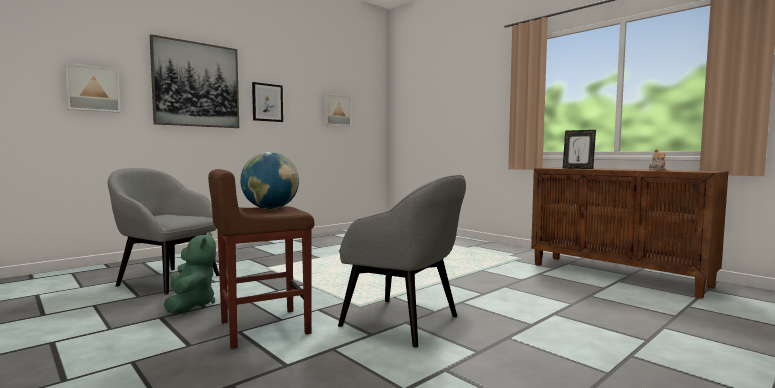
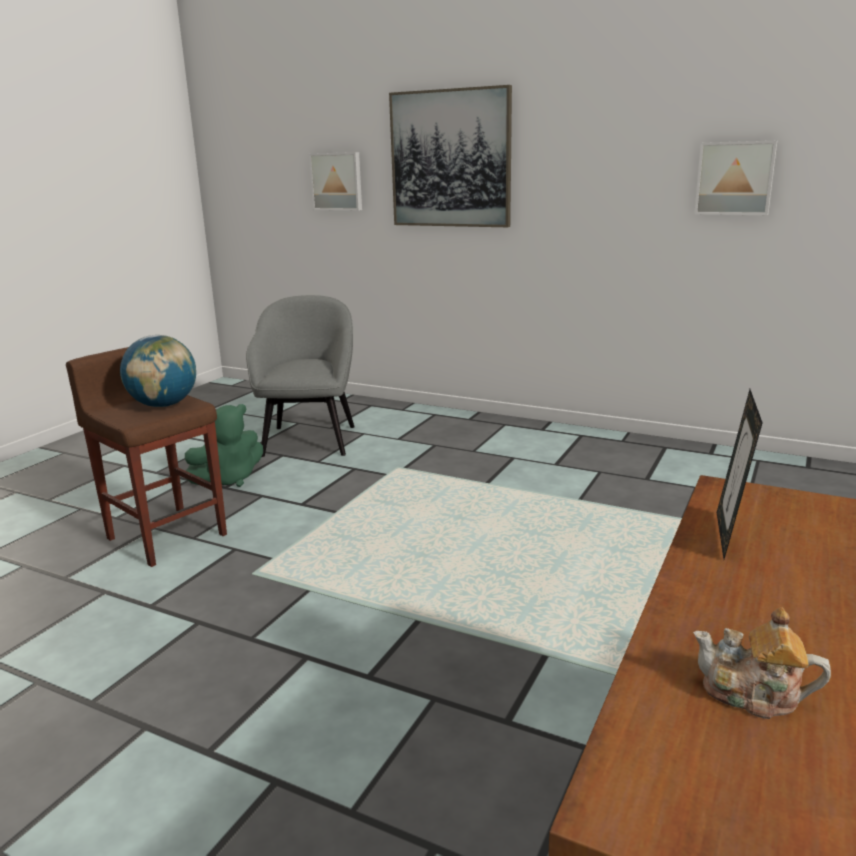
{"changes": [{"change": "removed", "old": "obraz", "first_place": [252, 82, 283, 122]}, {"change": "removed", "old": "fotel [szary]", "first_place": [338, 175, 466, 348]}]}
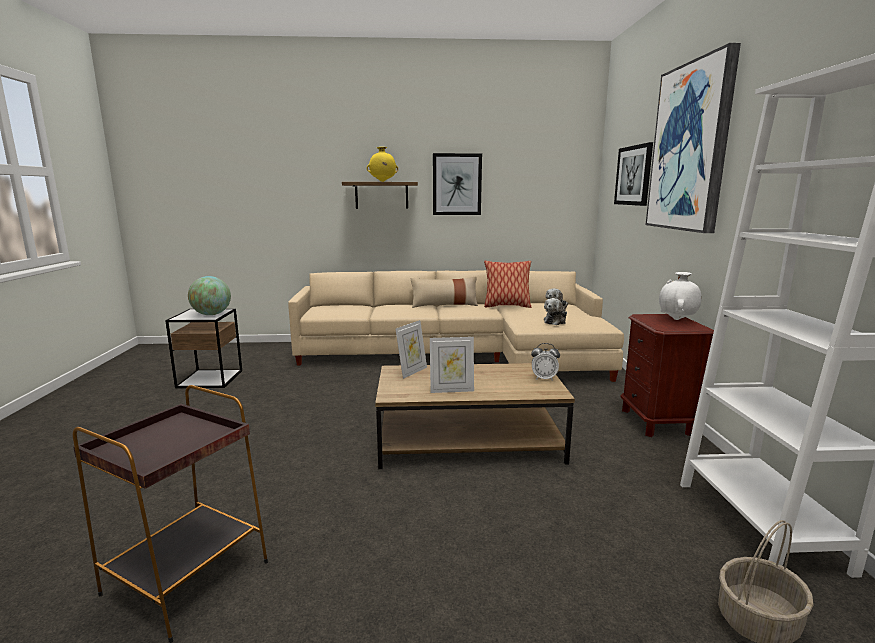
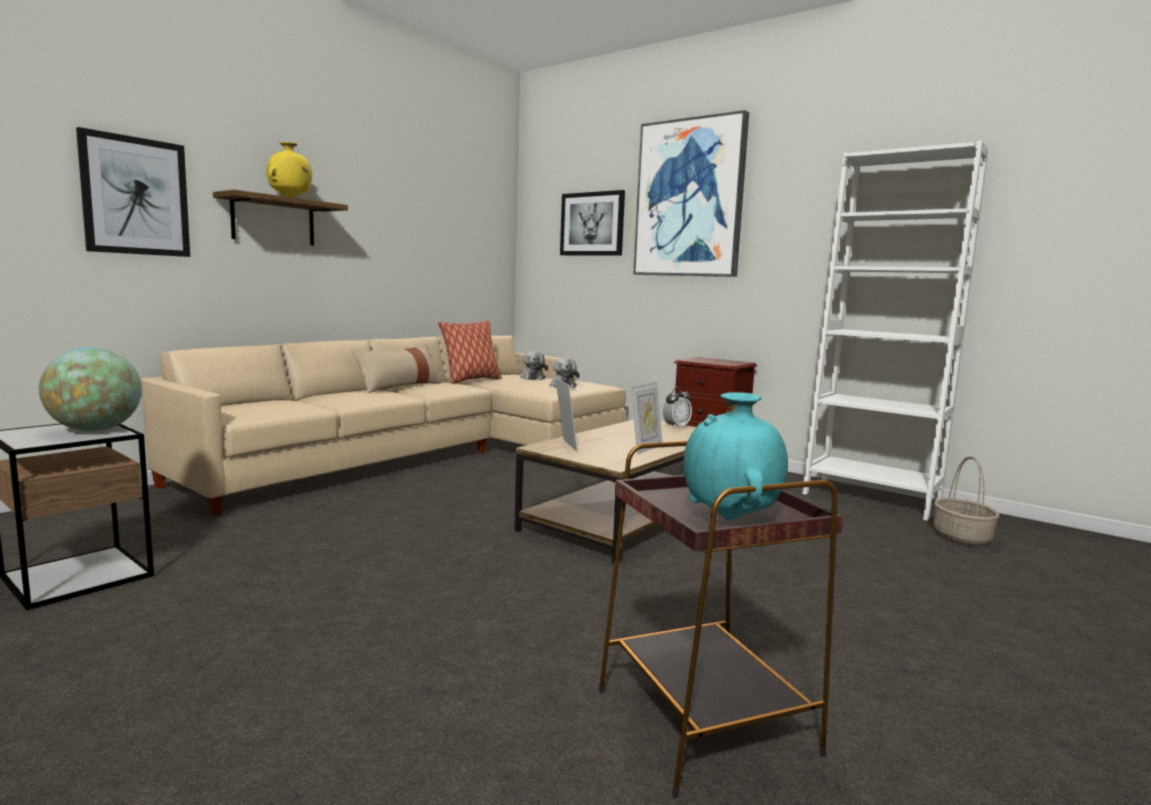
{"changes": [{"change": "removed", "old": "wazon [biały]", "first_place": [659, 272, 702, 320]}, {"change": "added", "new": "wazon [turkusowy]", "second_place": [683, 392, 788, 520]}, {"change": "moved", "old": "obraz", "first_place": [433, 153, 482, 215], "second_place": [76, 127, 190, 257]}]}
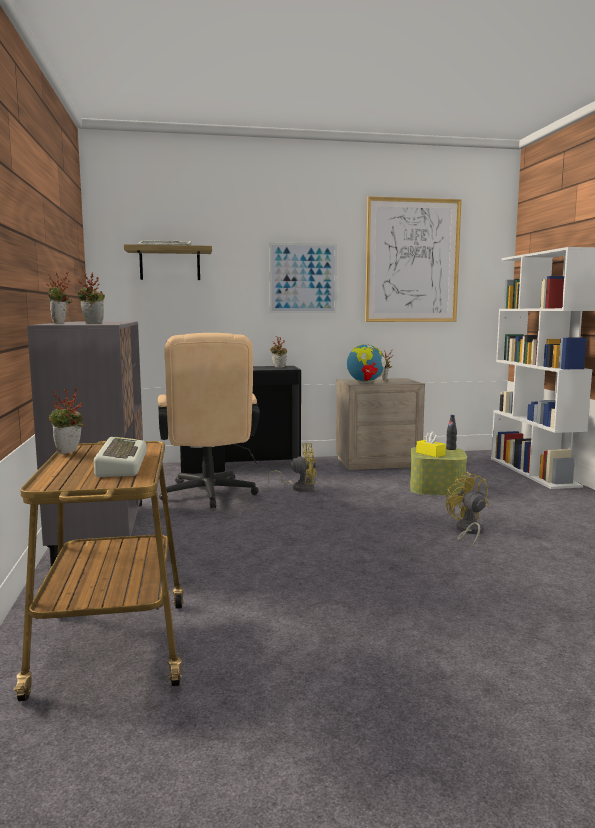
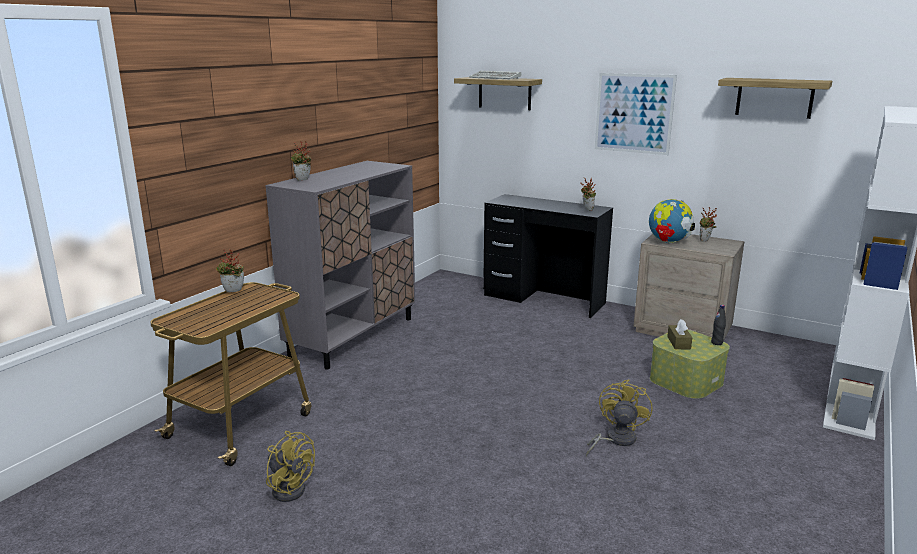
{"changes": [{"change": "removed", "old": "roślina doniczkowa", "first_place": [77, 270, 105, 324]}, {"change": "removed", "old": "klawiatura", "first_place": [94, 437, 147, 477]}, {"change": "removed", "old": "krzesło biurowe [beżowy]", "first_place": [158, 333, 260, 508]}, {"change": "moved", "old": "wentylator [żółty]", "first_place": [267, 443, 317, 492], "second_place": [266, 431, 315, 502]}, {"change": "replaced", "old": "obraz", "new": "półka", "first_place": [365, 196, 462, 322], "second_place": [718, 78, 832, 119]}, {"change": "recoloured", "old": "pudełko chusteczek [żółty]", "new": "pudełko chusteczek [brązowy]", "first_place": [416, 432, 446, 457], "second_place": [667, 319, 692, 350]}]}
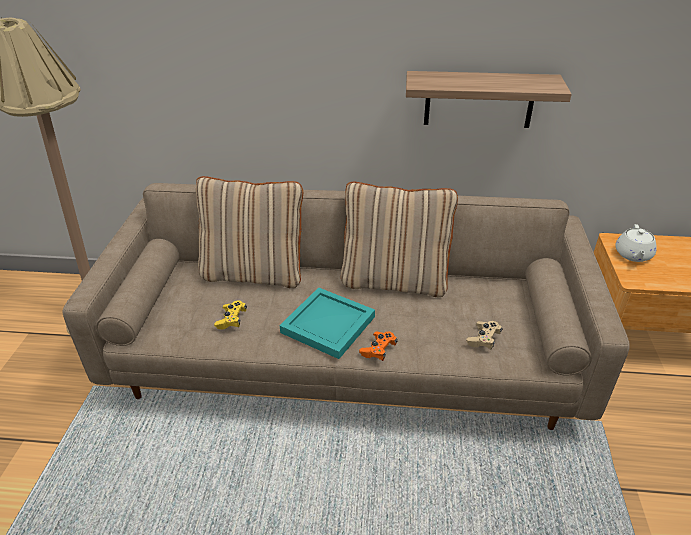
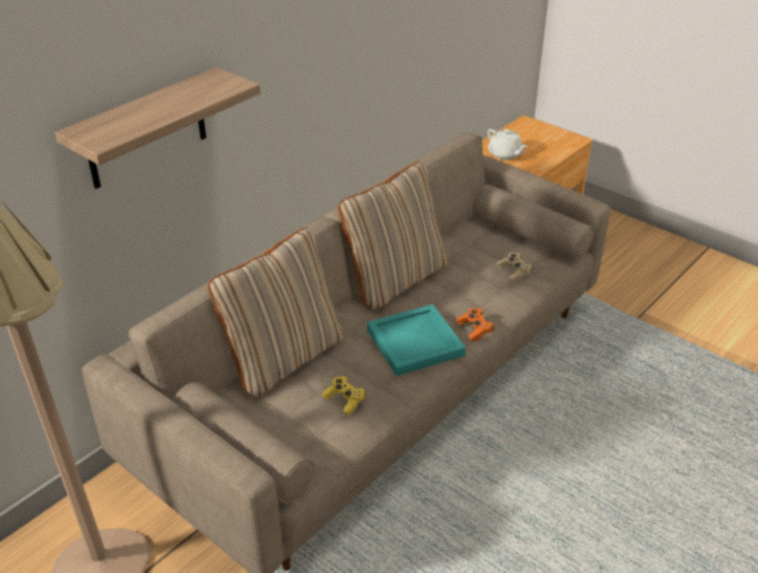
{"changes": [{"change": "moved", "old": "półka", "first_place": [406, 71, 572, 128], "second_place": [55, 67, 260, 189]}]}
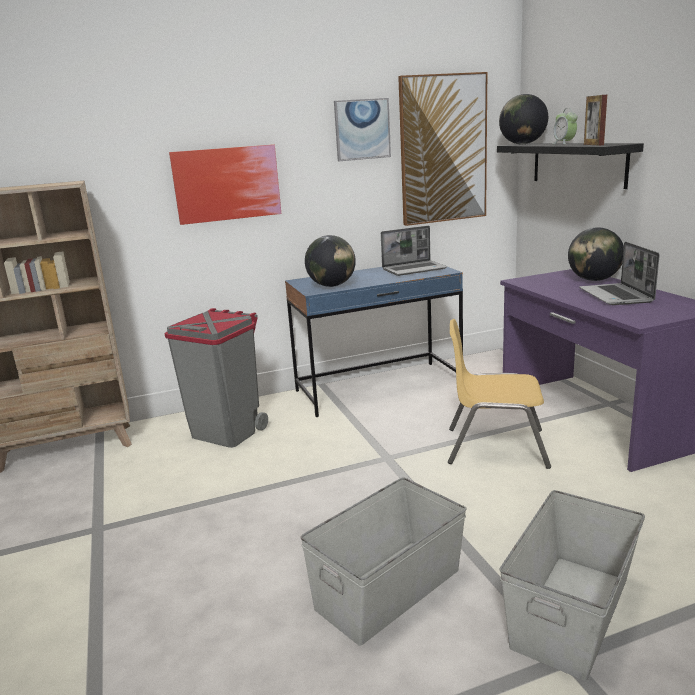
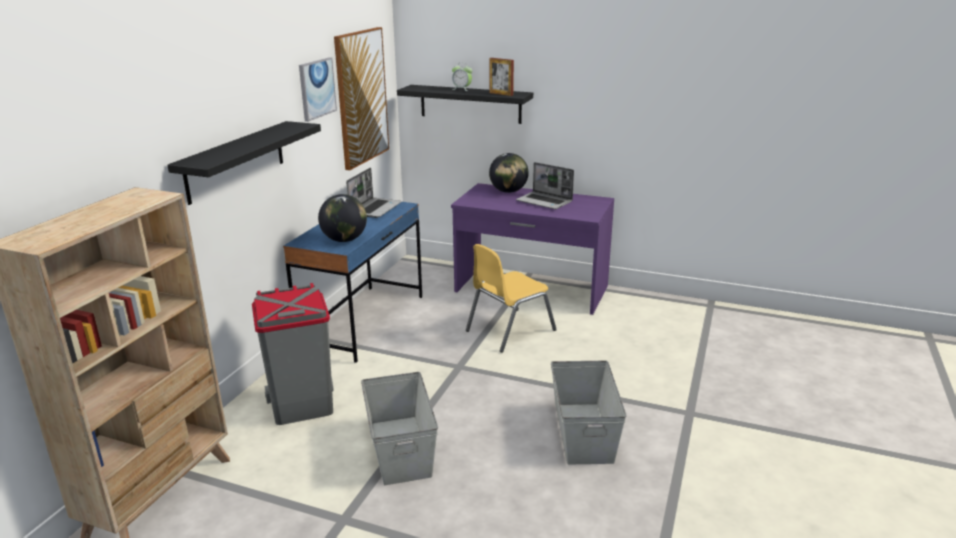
{"changes": [{"change": "removed", "old": "globus", "first_place": [499, 94, 548, 144]}, {"change": "moved", "old": "pojemnik do przechowywania [szary]", "first_place": [500, 490, 645, 681], "second_place": [361, 372, 438, 485]}, {"change": "replaced", "old": "obraz", "new": "półka [czarny]", "first_place": [169, 144, 281, 225], "second_place": [167, 121, 321, 205]}]}
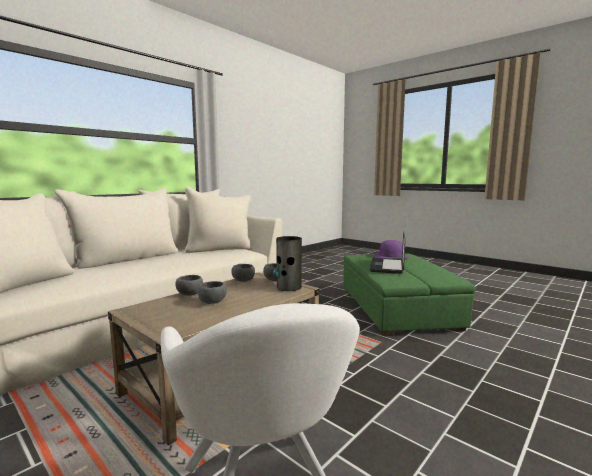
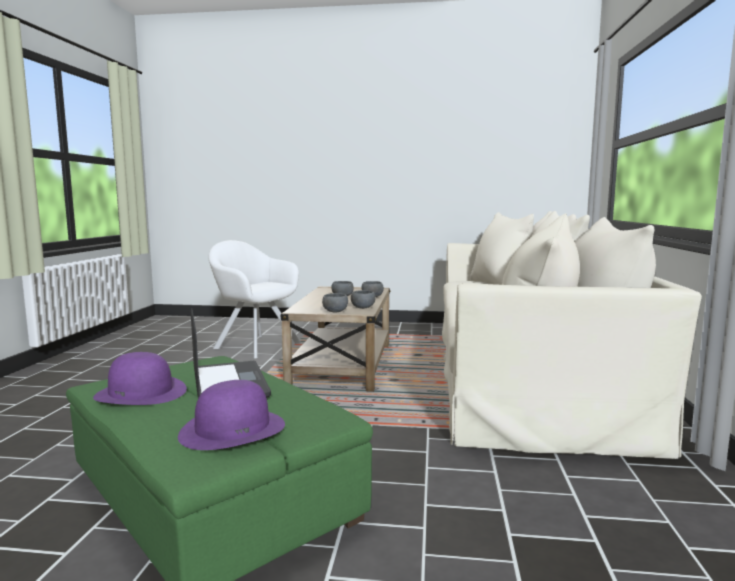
{"changes": [{"change": "removed", "old": "wazon", "first_place": [273, 236, 302, 291]}, {"change": "added", "new": "kapelusz [fioletowy]", "second_place": [93, 352, 187, 405]}]}
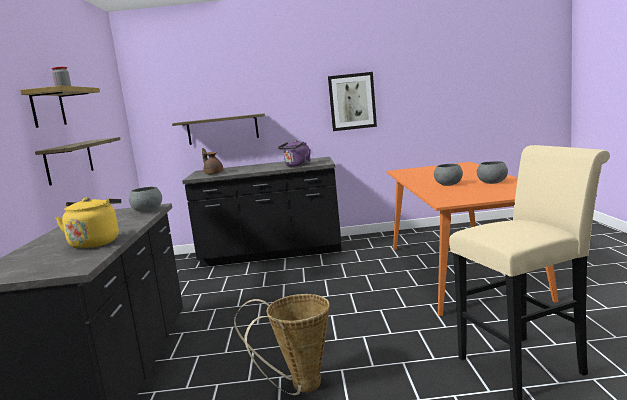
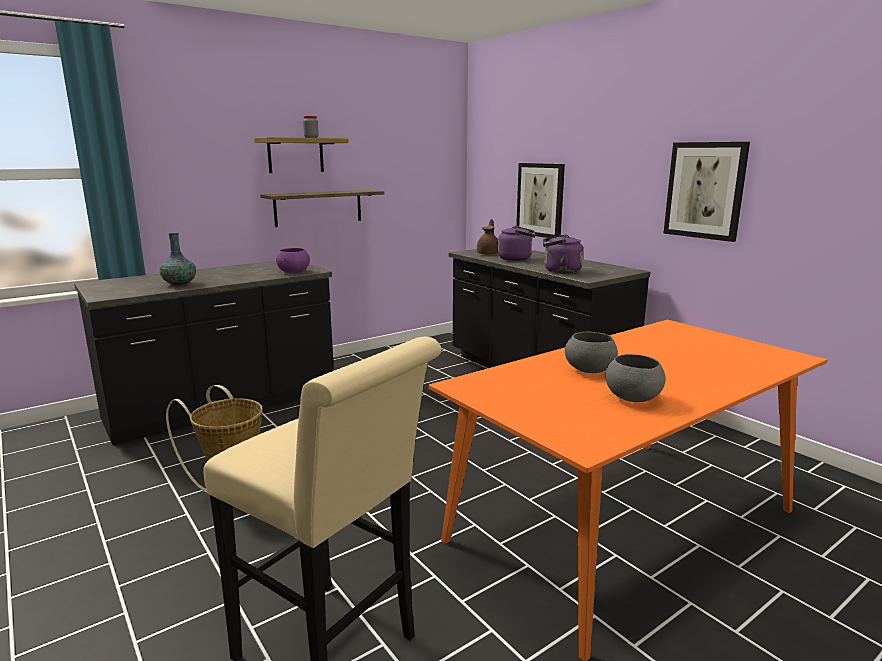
{"changes": [{"change": "added", "new": "czajnik [fioletowy]", "second_place": [498, 226, 535, 261]}, {"change": "replaced", "old": "czajnik [żółty]", "new": "wazon", "first_place": [55, 197, 121, 249], "second_place": [160, 233, 196, 286]}, {"change": "replaced", "old": "półka", "new": "obraz", "first_place": [172, 113, 265, 145], "second_place": [516, 163, 565, 238]}, {"change": "recoloured", "old": "miska [szary]", "new": "miska [fioletowy]", "first_place": [129, 187, 162, 212], "second_place": [276, 248, 310, 274]}]}
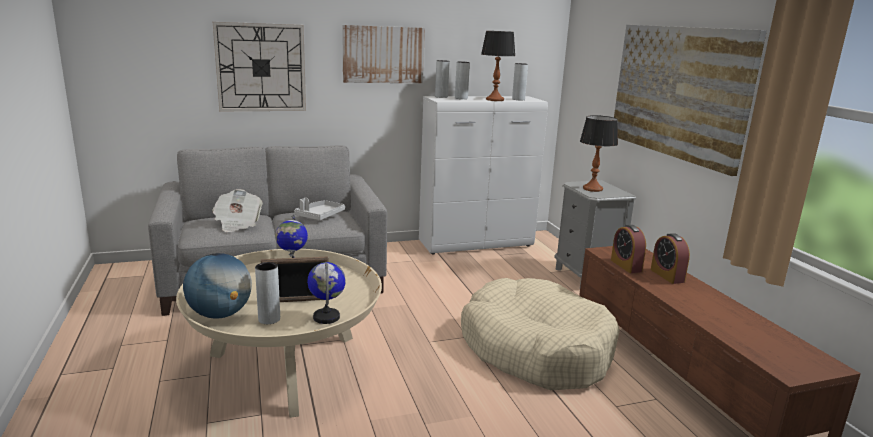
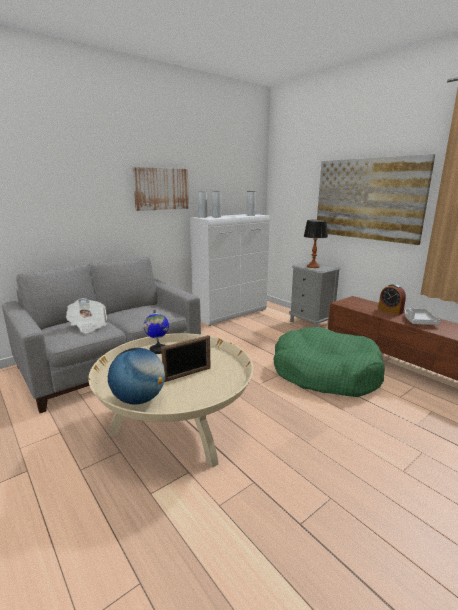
{"changes": [{"change": "removed", "old": "zegar ścienny", "first_place": [213, 22, 306, 111]}, {"change": "removed", "old": "wazon [szary]", "first_place": [255, 262, 280, 324]}, {"change": "removed", "old": "globus", "first_place": [307, 262, 346, 324]}, {"change": "removed", "old": "lampa stołowa", "first_place": [481, 31, 515, 101]}, {"change": "removed", "old": "budzik", "first_place": [611, 225, 646, 273]}, {"change": "moved", "old": "taca [szary]", "first_place": [294, 198, 345, 220], "second_place": [405, 309, 440, 325]}, {"change": "recoloured", "old": "legowisko [beżowy]", "new": "legowisko [zielony]", "first_place": [461, 278, 620, 390], "second_place": [273, 327, 385, 397]}]}
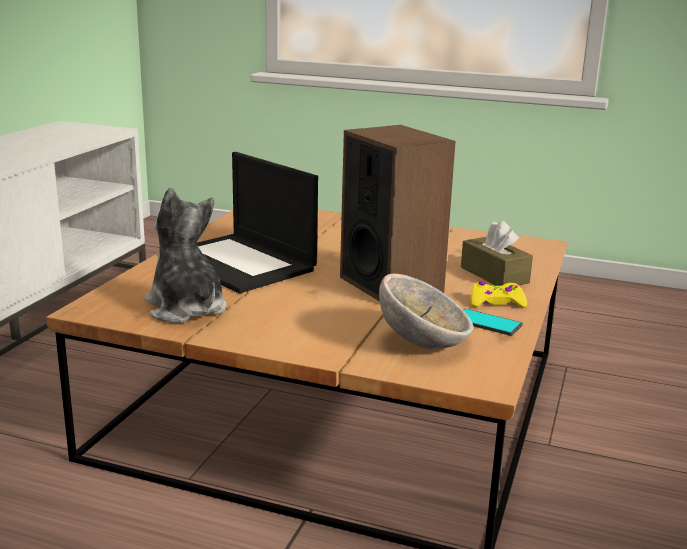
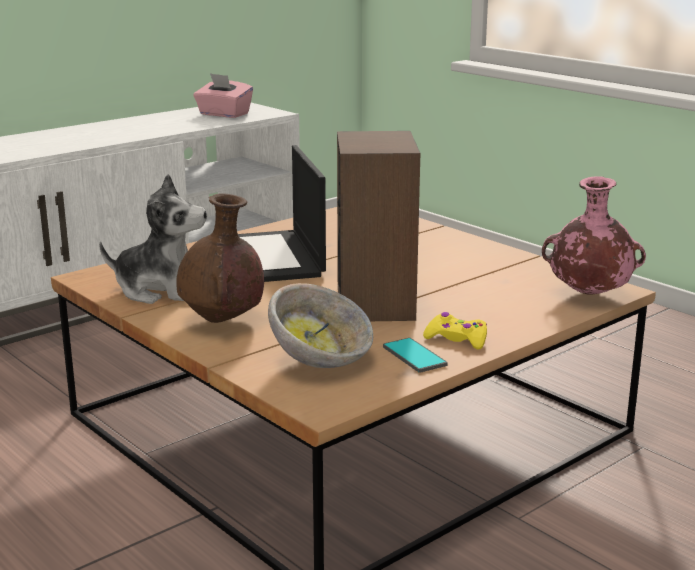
{"changes": [{"change": "removed", "old": "pudełko chusteczek [brązowy]", "first_place": [461, 220, 533, 286]}, {"change": "added", "new": "wazon [brązowy]", "second_place": [176, 193, 264, 323]}, {"change": "added", "new": "pudełko chusteczek [różowy]", "second_place": [193, 73, 253, 118]}, {"change": "added", "new": "wazon [różowy]", "second_place": [542, 176, 646, 295]}, {"change": "turned", "old": "pluszak", "first_place": [145, 187, 227, 323], "second_place": [99, 174, 207, 304], "degrees": 105}]}
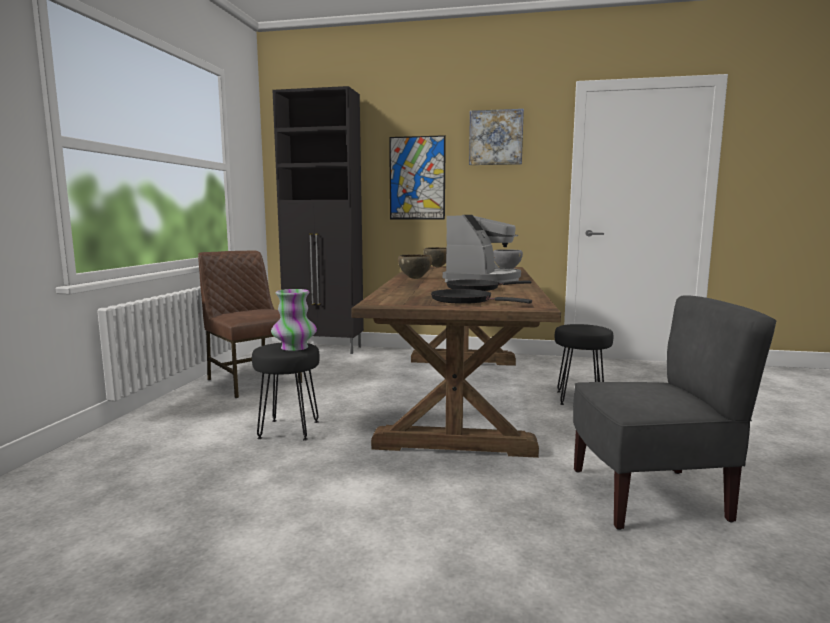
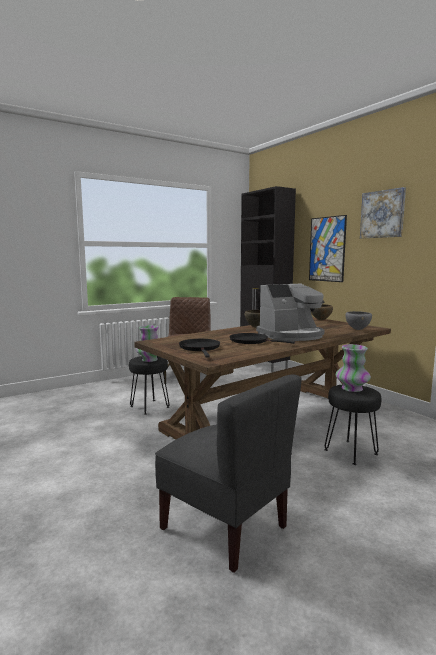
{"changes": [{"change": "added", "new": "wazon", "second_place": [336, 344, 371, 392]}]}
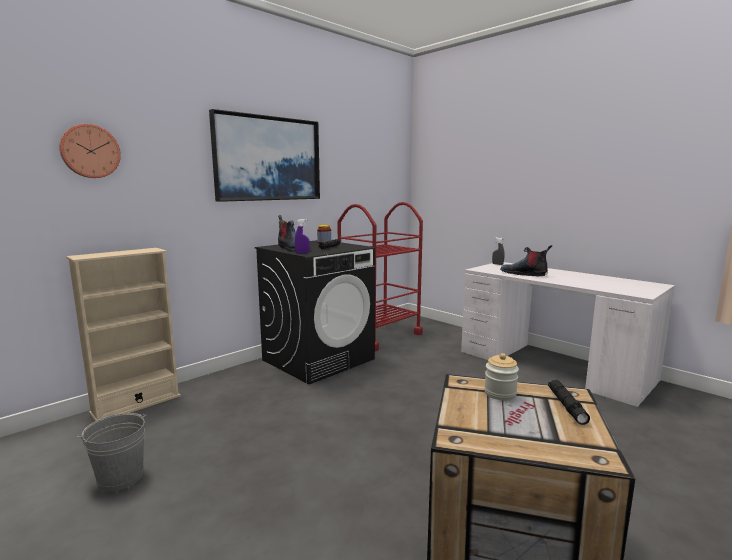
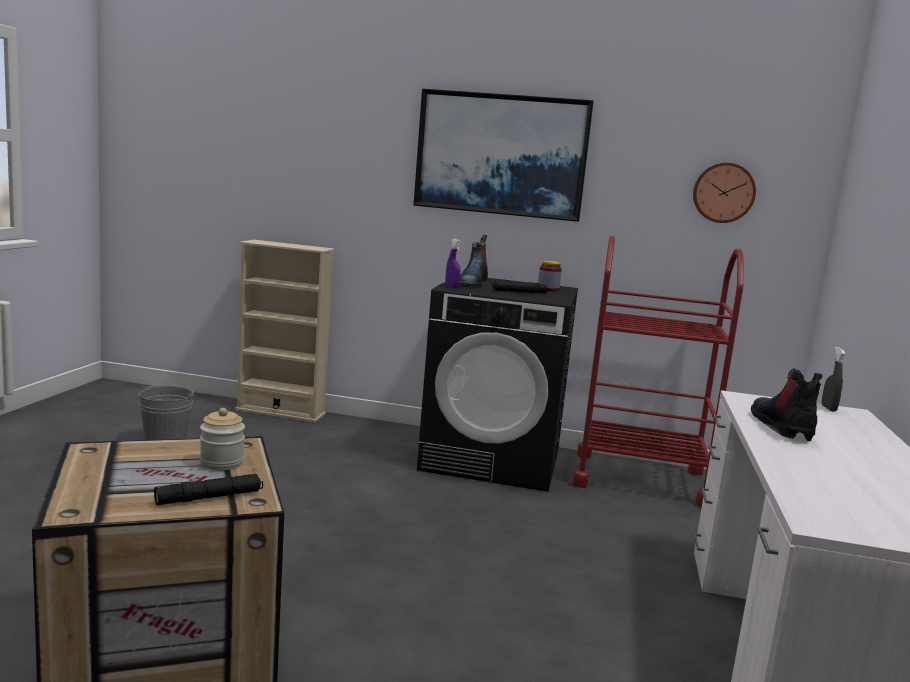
{"changes": [{"change": "moved", "old": "zegar ścienny", "first_place": [59, 124, 121, 178], "second_place": [693, 163, 756, 223]}]}
